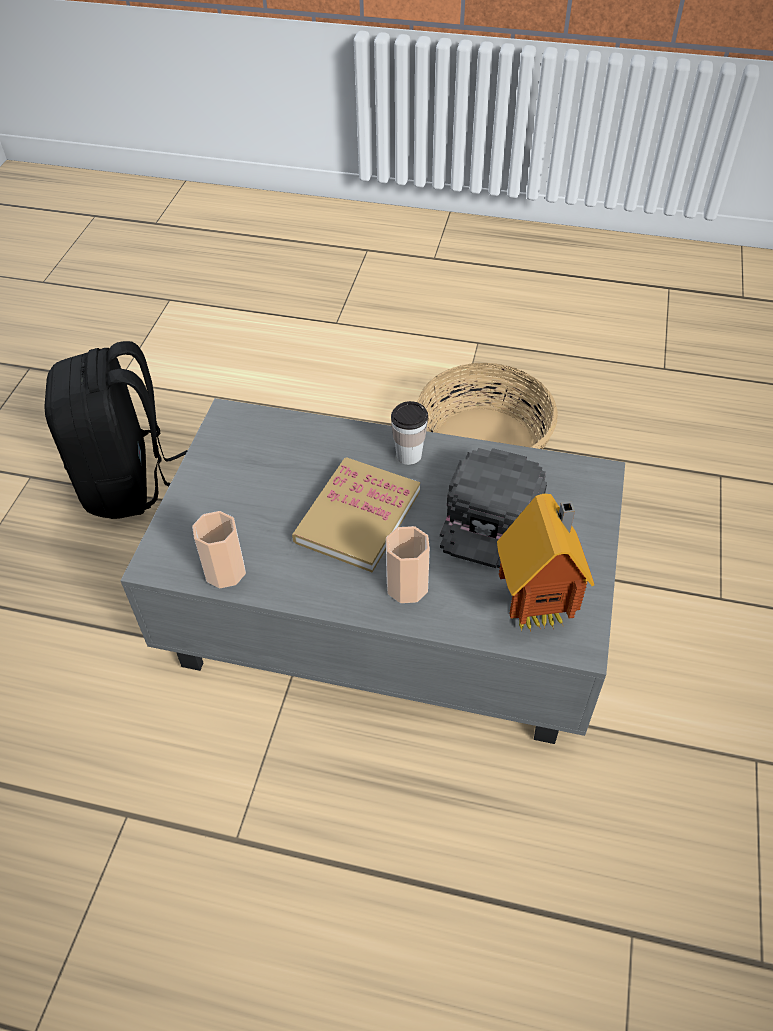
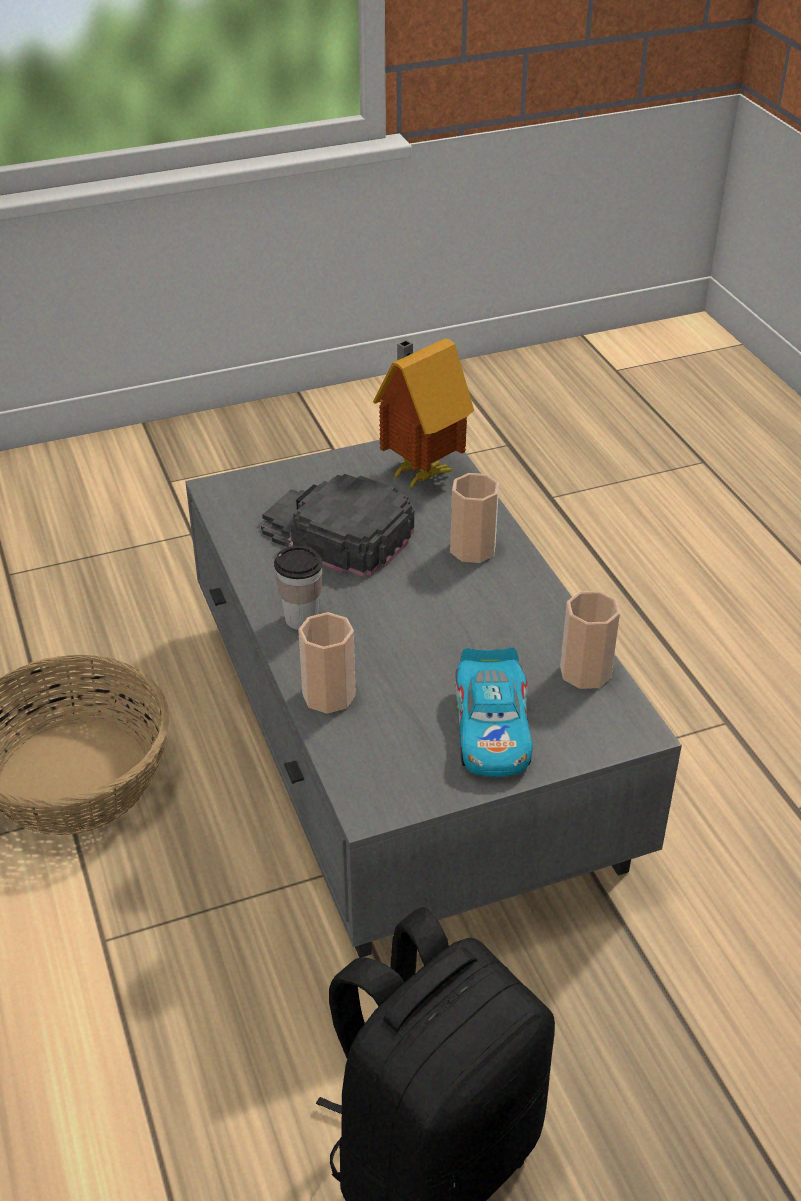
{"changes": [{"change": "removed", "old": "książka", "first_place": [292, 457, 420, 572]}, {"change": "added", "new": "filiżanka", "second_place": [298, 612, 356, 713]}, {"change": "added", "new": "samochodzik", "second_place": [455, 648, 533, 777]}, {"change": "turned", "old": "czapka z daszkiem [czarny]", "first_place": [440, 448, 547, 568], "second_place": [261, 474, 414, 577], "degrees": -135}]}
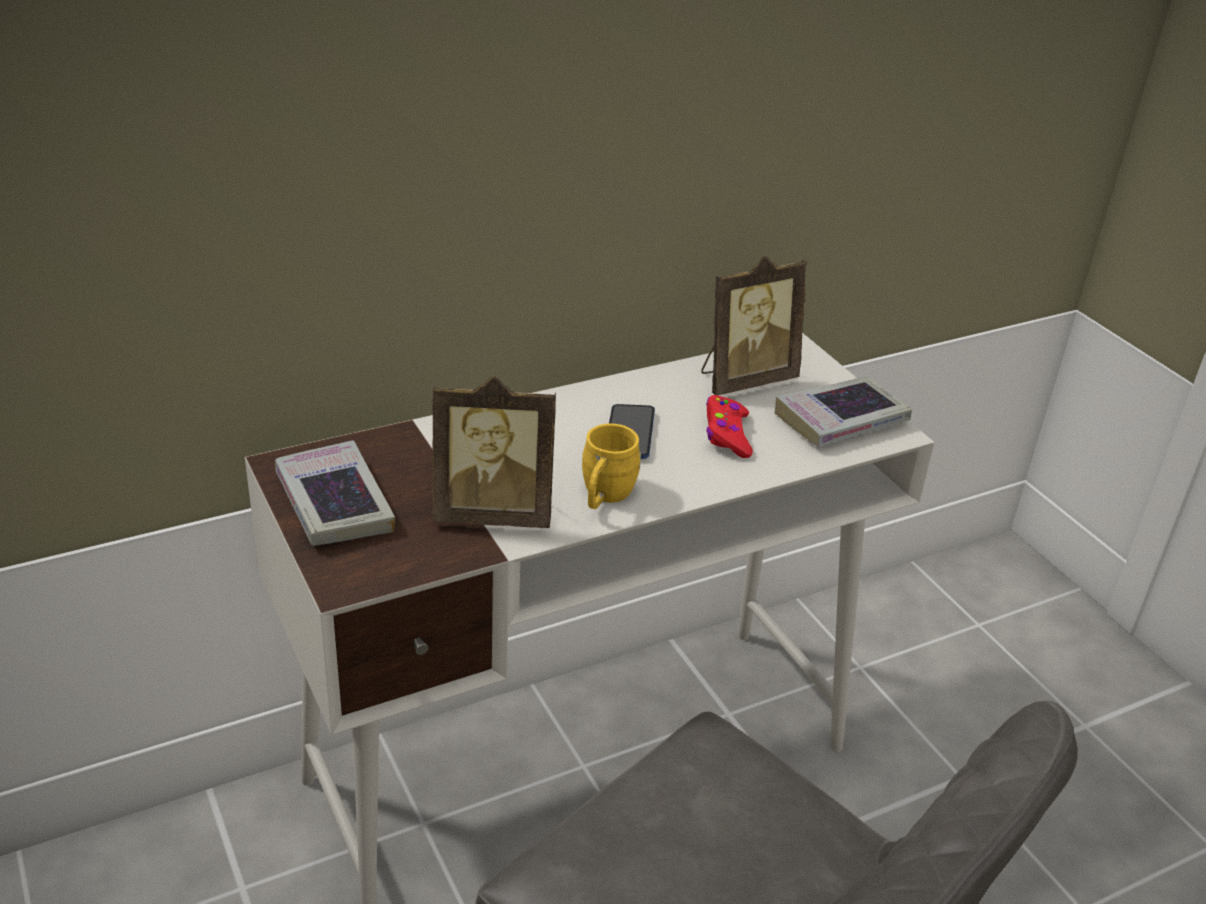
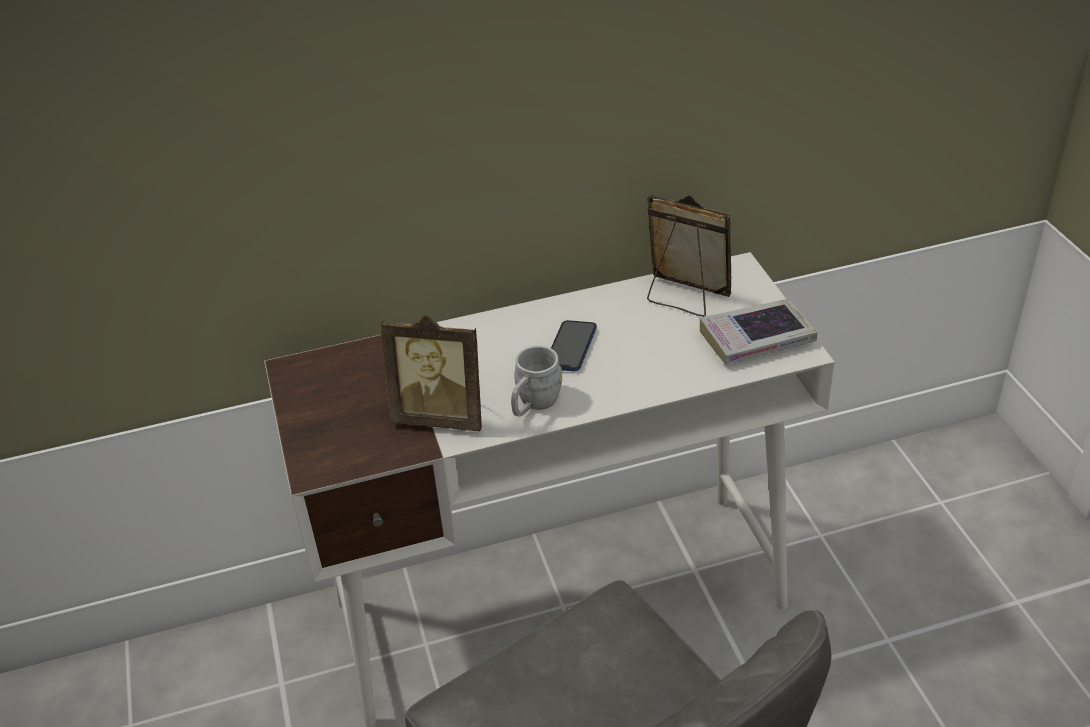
{"changes": [{"change": "removed", "old": "książka", "first_place": [275, 440, 395, 546]}, {"change": "removed", "old": "pad do gier [czerwony]", "first_place": [706, 395, 753, 458]}, {"change": "recoloured", "old": "kubek [żółty]", "new": "kubek [szary]", "first_place": [582, 423, 641, 509], "second_place": [511, 346, 562, 417]}, {"change": "turned", "old": "ramka na zdjęcie", "first_place": [701, 255, 807, 395], "second_place": [647, 195, 731, 317], "degrees": -135}]}
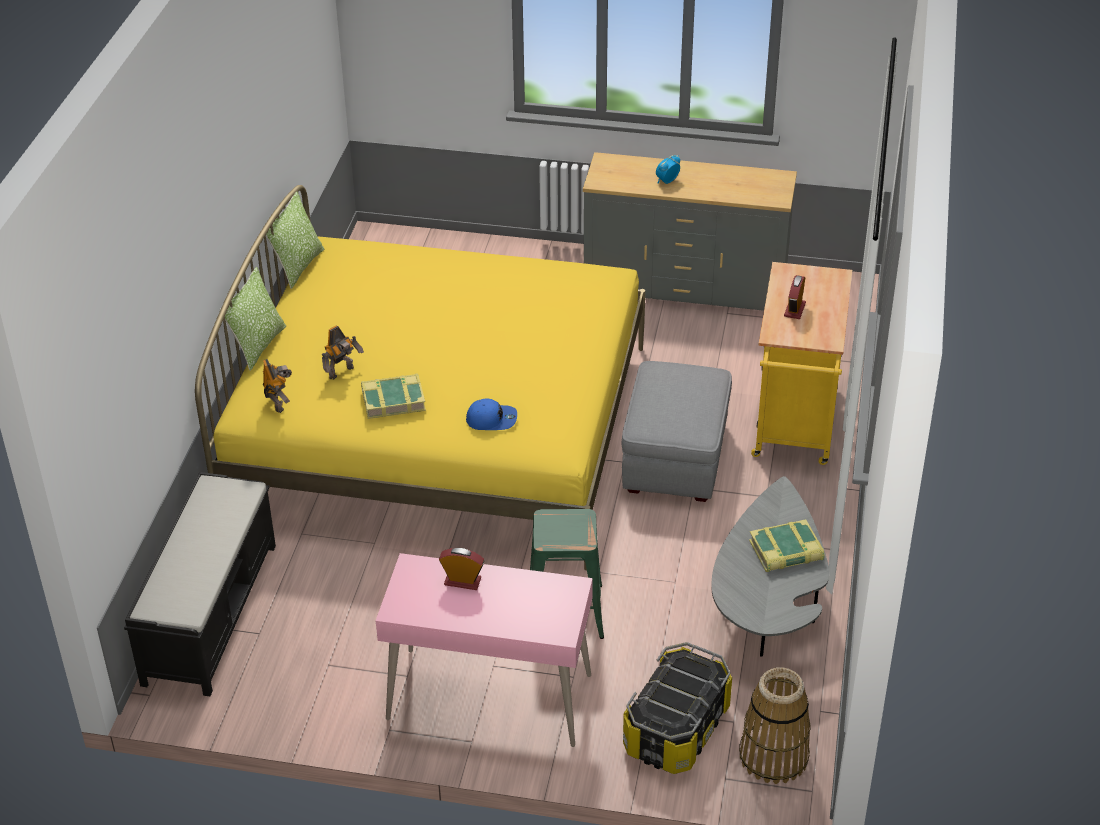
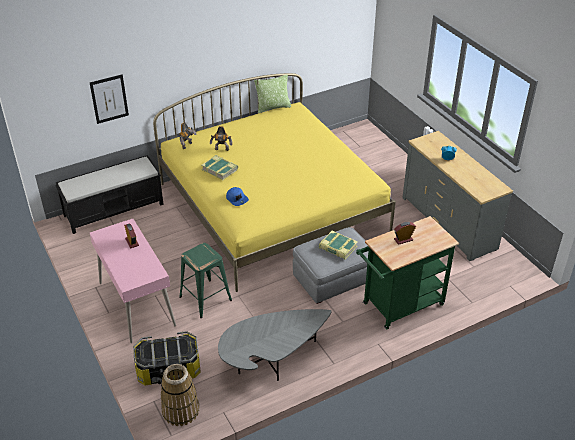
{"changes": [{"change": "removed", "old": "poduszka", "first_place": [220, 267, 286, 370]}, {"change": "added", "new": "obraz", "second_place": [90, 74, 129, 124]}, {"change": "moved", "old": "książka", "first_place": [749, 519, 824, 572], "second_place": [319, 231, 358, 260]}, {"change": "recoloured", "old": "wózek [żółty]", "new": "wózek [zielony]", "first_place": [751, 262, 852, 465], "second_place": [356, 216, 459, 329]}]}
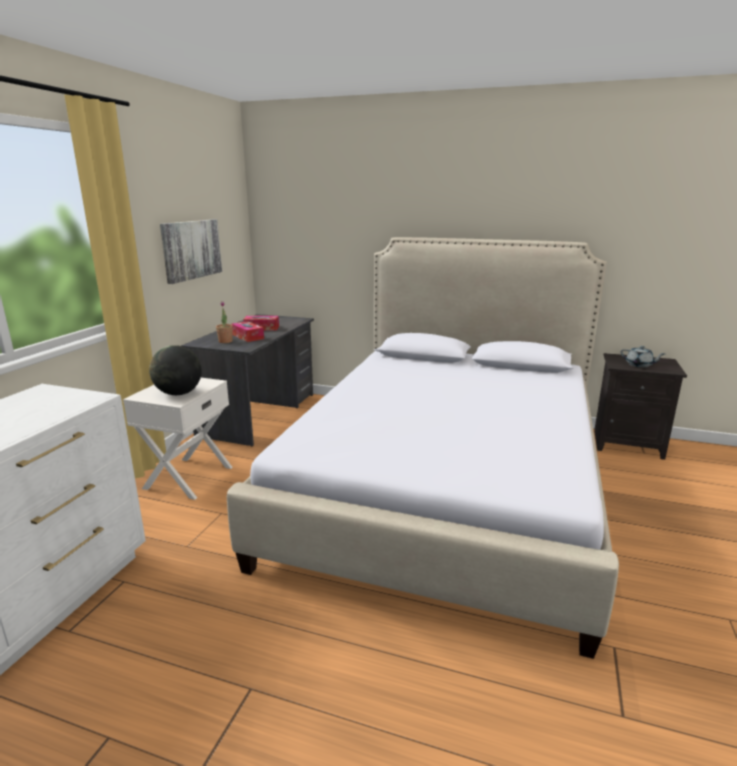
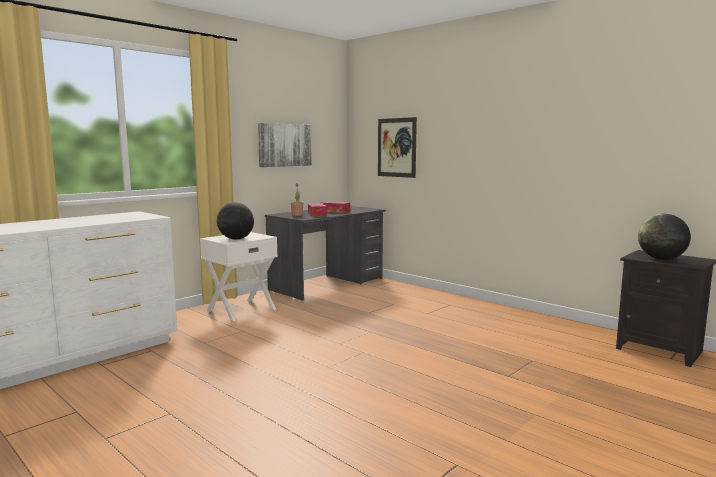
{"changes": [{"change": "removed", "old": "łóżko", "first_place": [227, 237, 619, 659]}, {"change": "added", "new": "obraz", "second_place": [378, 117, 417, 178]}, {"change": "replaced", "old": "imbryk [szary]", "new": "globus", "first_place": [620, 346, 664, 367], "second_place": [638, 214, 691, 260]}]}
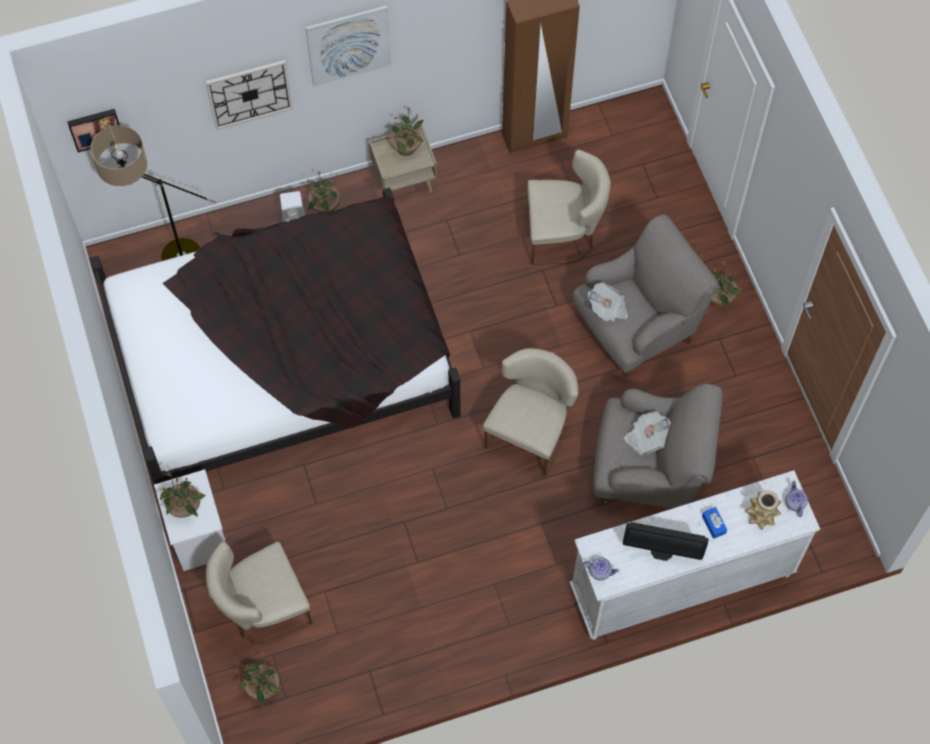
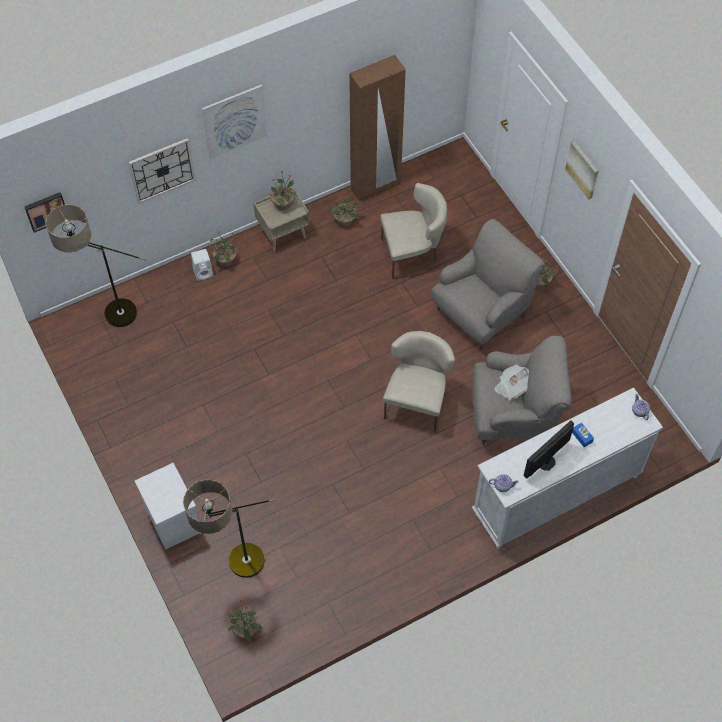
{"changes": [{"change": "removed", "old": "łóżko [czarny]", "first_place": [90, 187, 460, 484]}, {"change": "removed", "old": "gazeta", "first_place": [588, 283, 628, 322]}, {"change": "removed", "old": "wazon", "first_place": [745, 490, 781, 530]}, {"change": "added", "new": "obraz", "second_place": [565, 141, 599, 199]}, {"change": "moved", "old": "roślina doniczkowa", "first_place": [160, 472, 206, 518], "second_place": [330, 193, 361, 227]}, {"change": "replaced", "old": "krzesło [beżowy]", "new": "lampa stojąca", "first_place": [206, 542, 312, 643], "second_place": [183, 480, 276, 578]}, {"change": "turned", "old": "monitor", "first_place": [623, 522, 709, 561], "second_place": [524, 421, 574, 479], "degrees": 135}]}
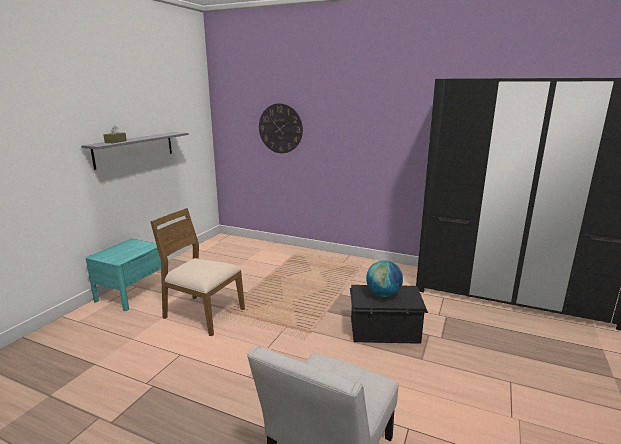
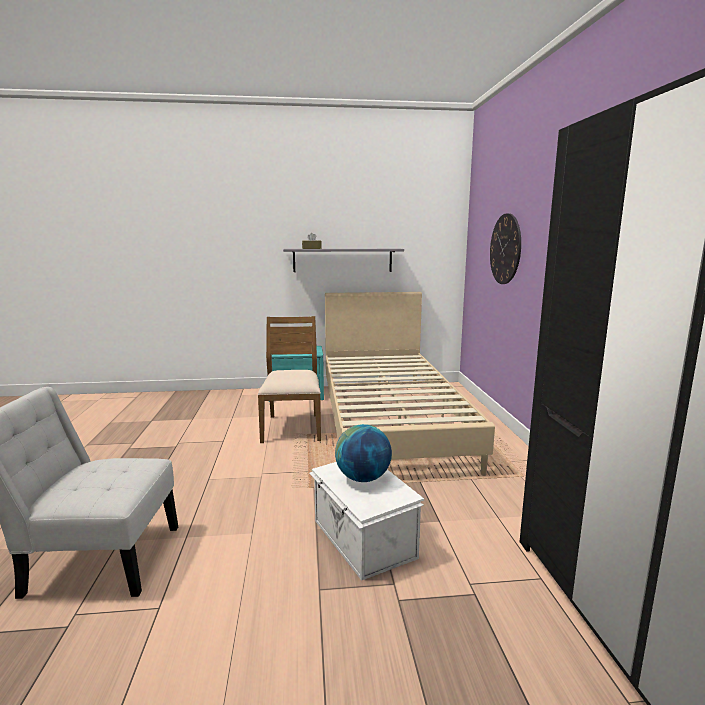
{"changes": [{"change": "added", "new": "łóżko [beżowy]", "second_place": [325, 292, 495, 476]}, {"change": "recoloured", "old": "pojemnik do przechowywania [czarny]", "new": "pojemnik do przechowywania [biały]", "first_place": [350, 285, 428, 344], "second_place": [309, 462, 424, 581]}]}
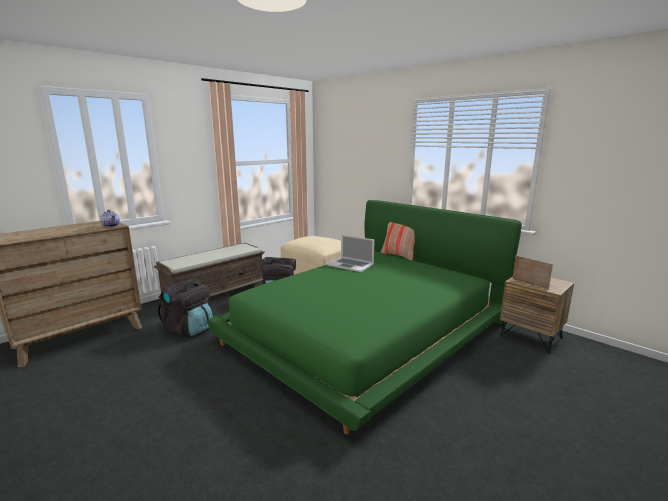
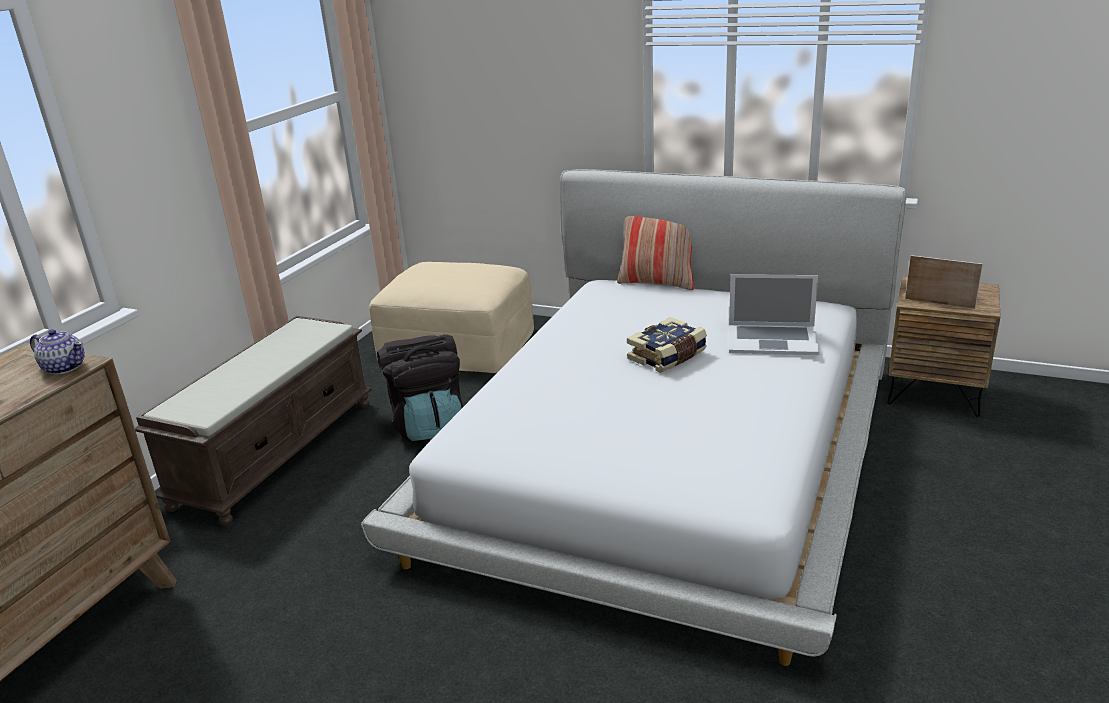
{"changes": [{"change": "removed", "old": "plecak [czarny]", "first_place": [158, 279, 213, 337]}, {"change": "added", "new": "książka", "second_place": [627, 317, 707, 373]}, {"change": "moved", "old": "laptop", "first_place": [327, 235, 375, 272], "second_place": [729, 274, 820, 355]}, {"change": "recoloured", "old": "łóżko [zielony]", "new": "łóżko [biały]", "first_place": [207, 200, 522, 435], "second_place": [361, 169, 906, 666]}]}
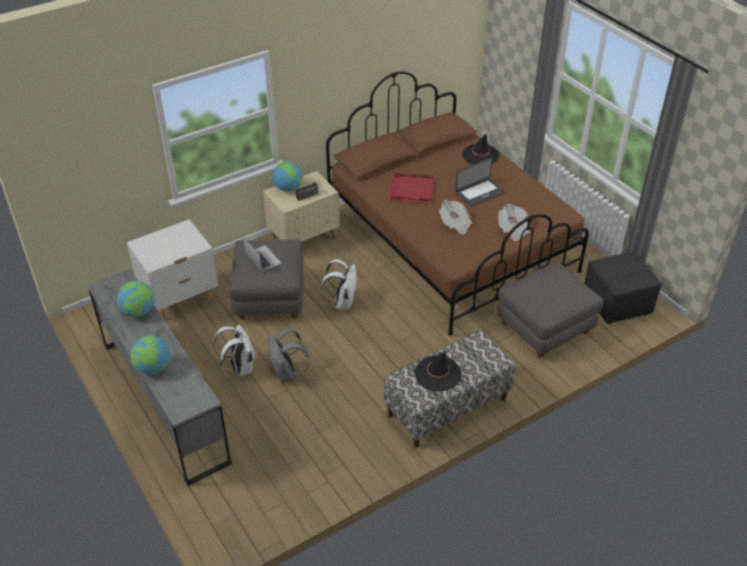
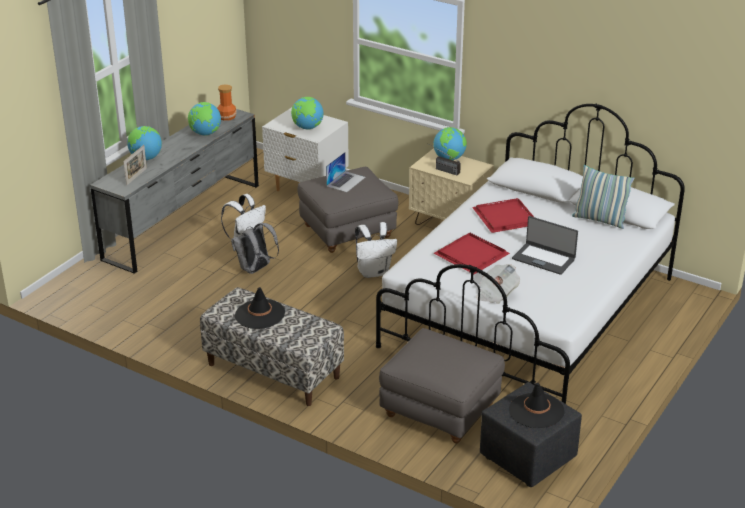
{"changes": [{"change": "added", "new": "ramka na zdjęcie", "second_place": [123, 145, 147, 185]}, {"change": "added", "new": "wazon", "second_place": [217, 85, 237, 121]}, {"change": "added", "new": "globus", "second_place": [291, 97, 323, 130]}, {"change": "added", "new": "poduszka", "second_place": [572, 165, 635, 229]}, {"change": "moved", "old": "kapelusz [czarny]", "first_place": [462, 134, 499, 164], "second_place": [509, 383, 565, 428]}, {"change": "replaced", "old": "gazeta", "new": "taca [czerwony]", "first_place": [439, 200, 473, 234], "second_place": [433, 232, 510, 274]}, {"change": "recoloured", "old": "łóżko [brązowy]", "new": "łóżko [biały]", "first_place": [326, 72, 589, 336], "second_place": [376, 104, 685, 404]}]}
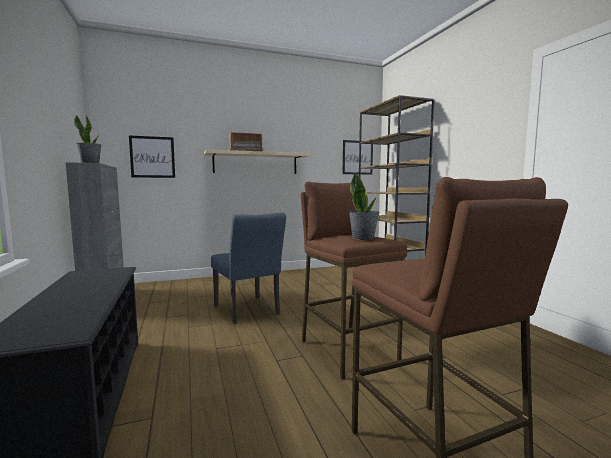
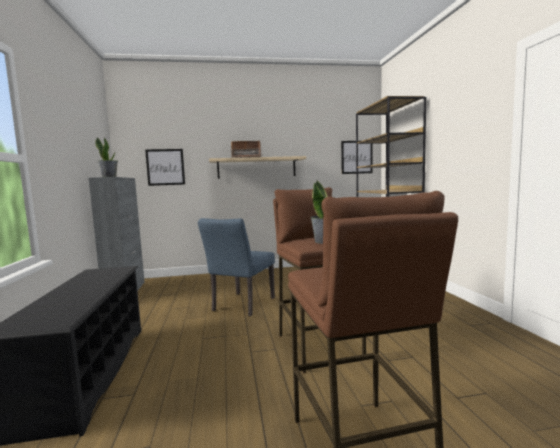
{"changes": [{"change": "turned", "old": "krzesło [niebieski]", "first_place": [211, 212, 286, 324], "second_place": [198, 218, 275, 316], "degrees": 45}]}
